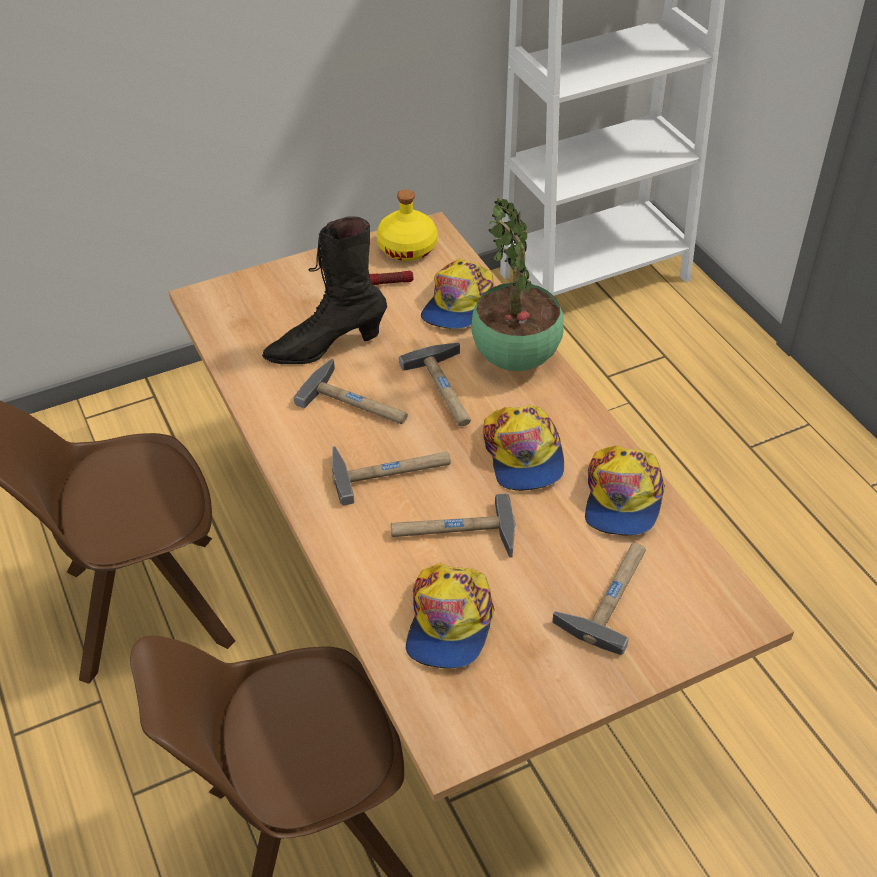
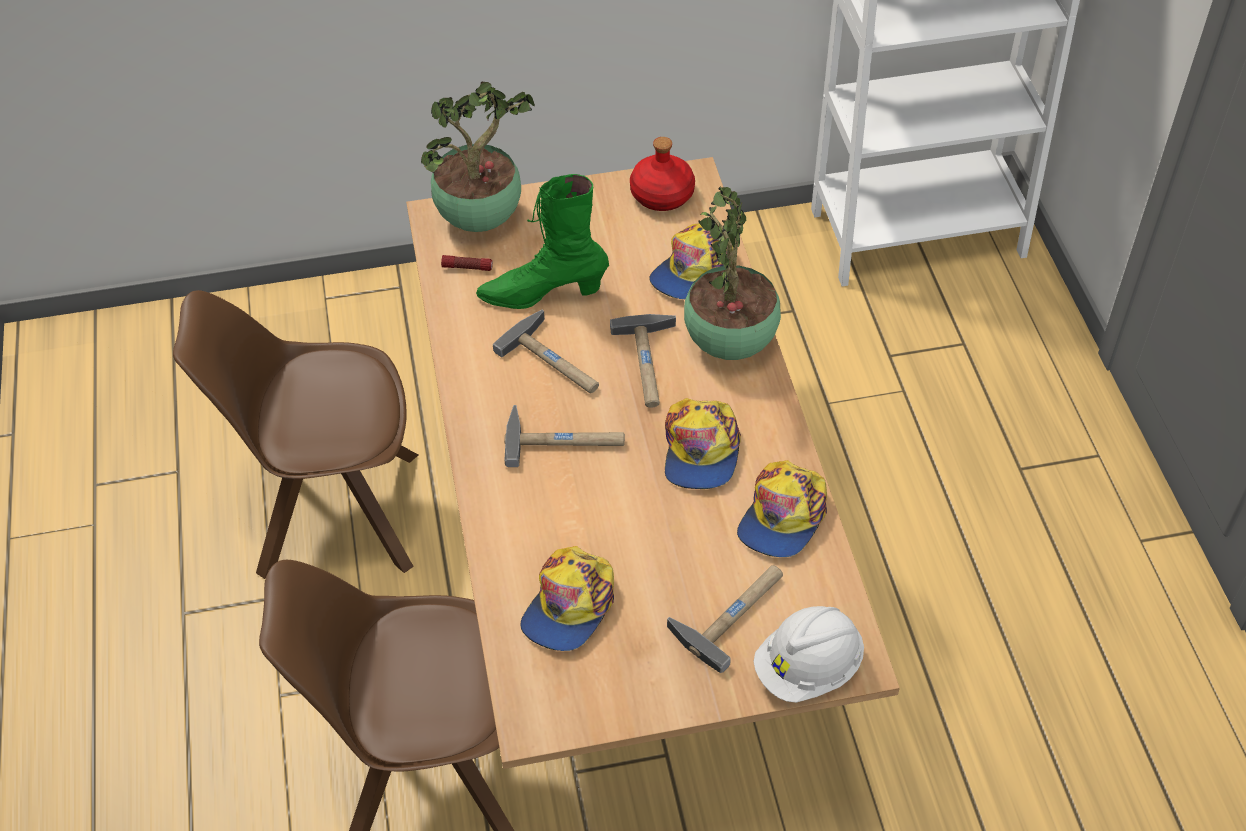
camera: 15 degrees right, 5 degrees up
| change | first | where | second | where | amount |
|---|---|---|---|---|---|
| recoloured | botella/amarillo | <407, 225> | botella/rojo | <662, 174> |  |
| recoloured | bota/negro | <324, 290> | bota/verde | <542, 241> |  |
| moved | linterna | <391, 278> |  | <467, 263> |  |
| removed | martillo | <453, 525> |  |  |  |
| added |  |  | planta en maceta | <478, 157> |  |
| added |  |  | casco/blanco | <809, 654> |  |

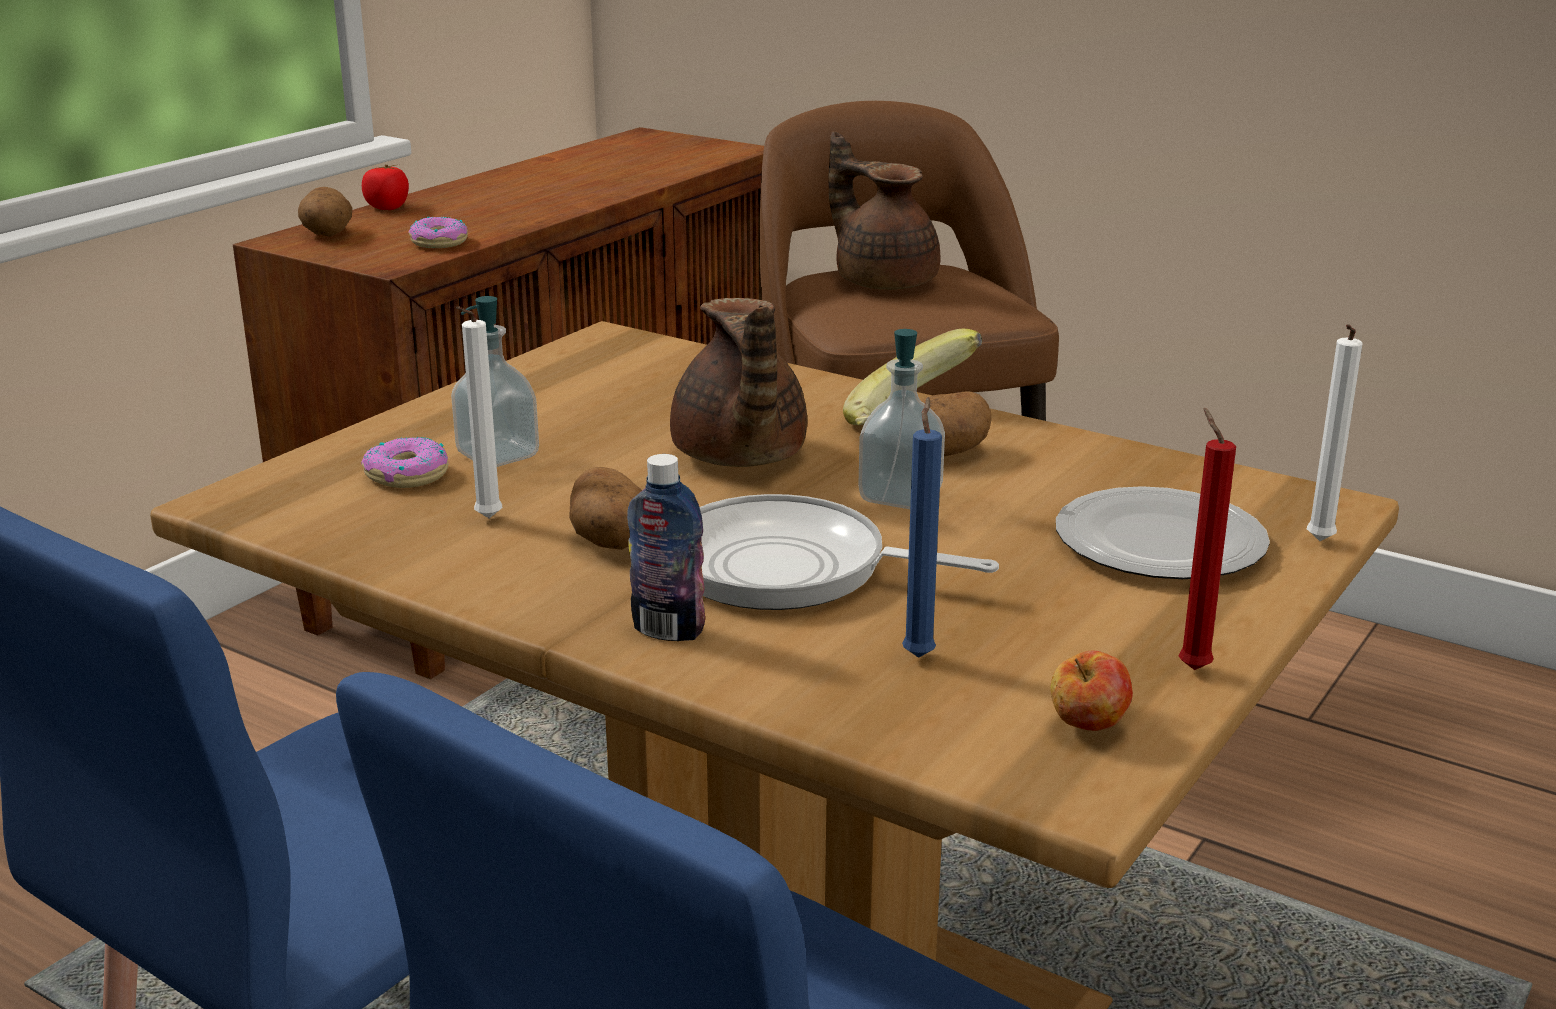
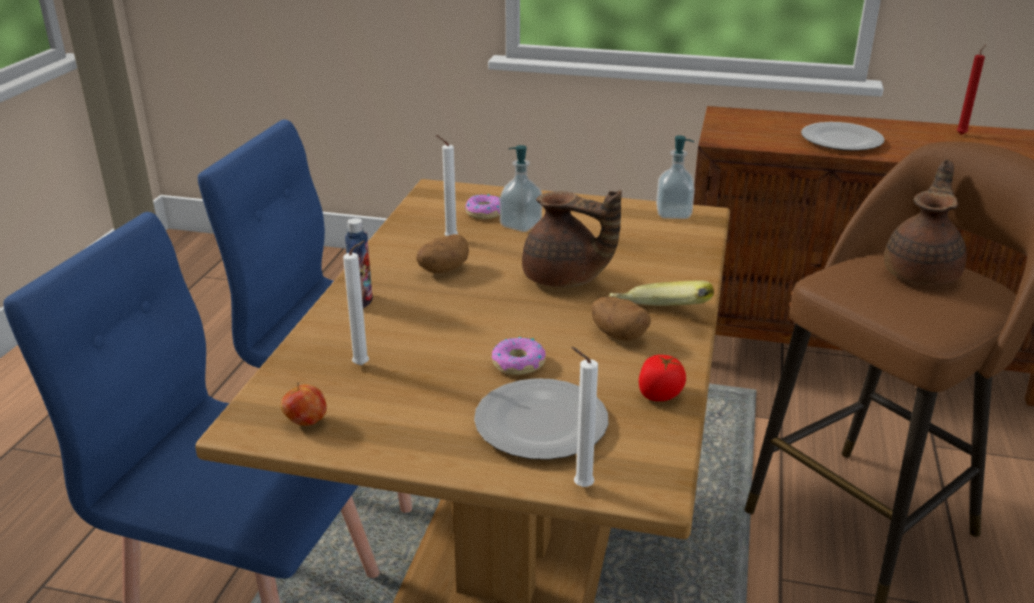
camera: 70 degrees right, 5 degrees up
| change | first | where | second | where | amount |
|---|---|---|---|---|---|
| moved | tomate | <385, 187> |  | <662, 378> |  |
| removed | patata | <325, 212> |  |  |  |
| moved | rosquilla | <438, 232> |  | <519, 356> |  |
| turned | tetera/marrón | <738, 382> |  | <572, 239> | 120 degrees counterclockwise |
| moved | dispensador de jabón | <901, 419> |  | <675, 177> |  |
| recoloured | vela/azul | <922, 527> | vela/blanco | <356, 303> |  |
| moved | vela/rojo | <1207, 539> |  | <971, 90> |  |
| removed | sartén | <849, 552> |  |  |  |
| added |  |  | plato | <842, 136> |  |

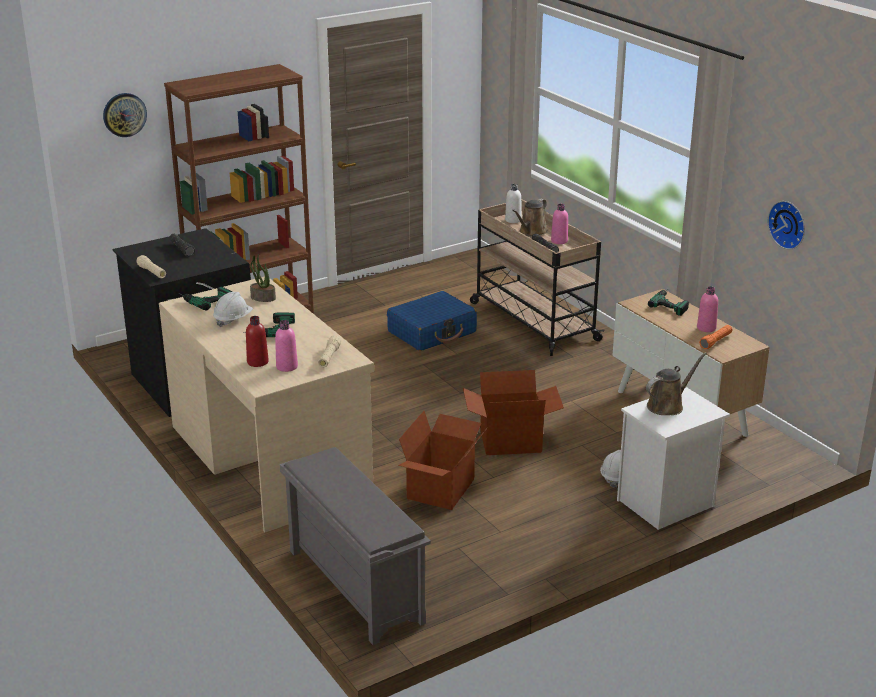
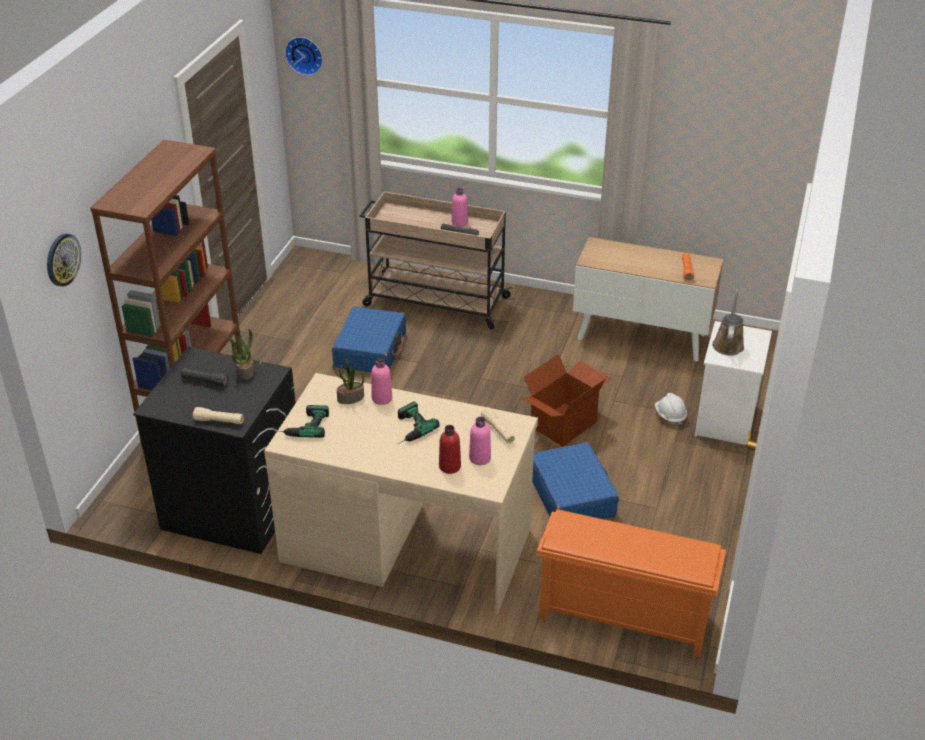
camera: 40 degrees left, 10 degrees up
| change | first | where | second | where | amount |
|---|---|---|---|---|---|
| removed | botella/blanco | <513, 203> |  |  |  |
| removed | regadera/marrón | <530, 217> |  |  |  |
| moved | reloj de pared | <786, 225> |  | <304, 56> |  |
| moved | botella/rosa | <707, 309> |  | <381, 381> |  |
| removed | taladro | <668, 302> |  |  |  |
| removed | casco/blanco | <233, 309> |  |  |  |
| replaced | caja de cartón | <443, 460> | maleta/azul | <575, 480> |  |
| recoloured | zapatero/gris | <355, 546> | zapatero/naranja | <631, 583> |  |
| added |  |  | planta en maceta | <240, 354> |  |

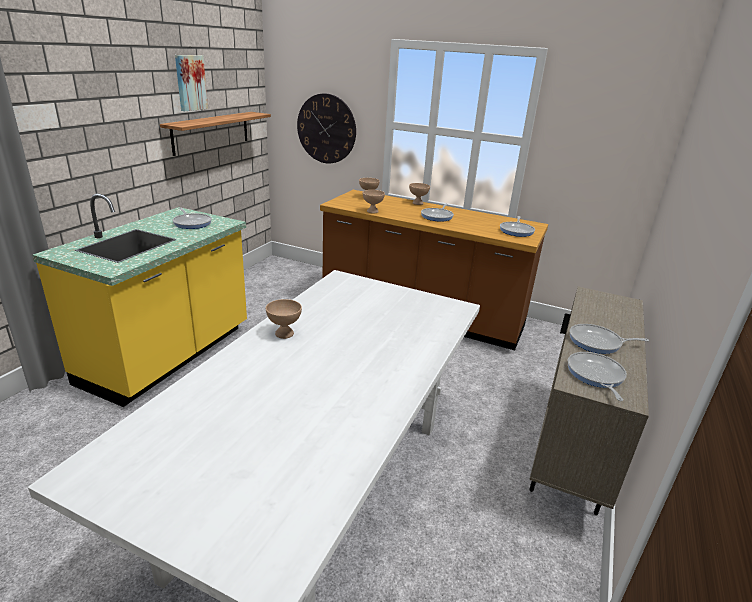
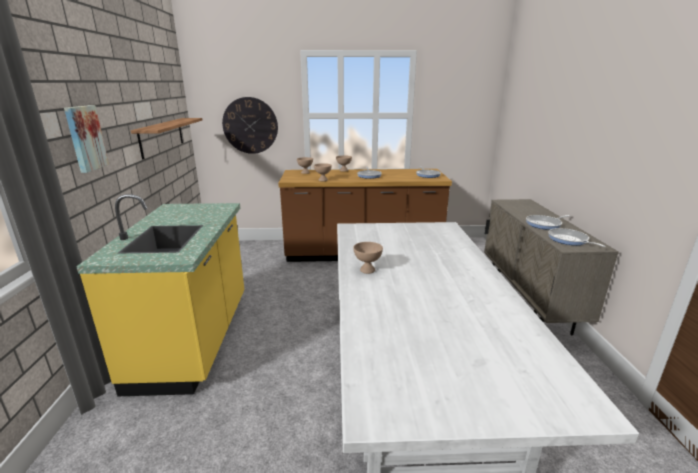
camera: 25 degrees left, 5 degrees down
| change | first | where | second | where | amount |
|---|---|---|---|---|---|
| moved | cuadro | <191, 83> |  | <86, 139> |  |
| removed | sartén | <192, 218> |  |  |  |

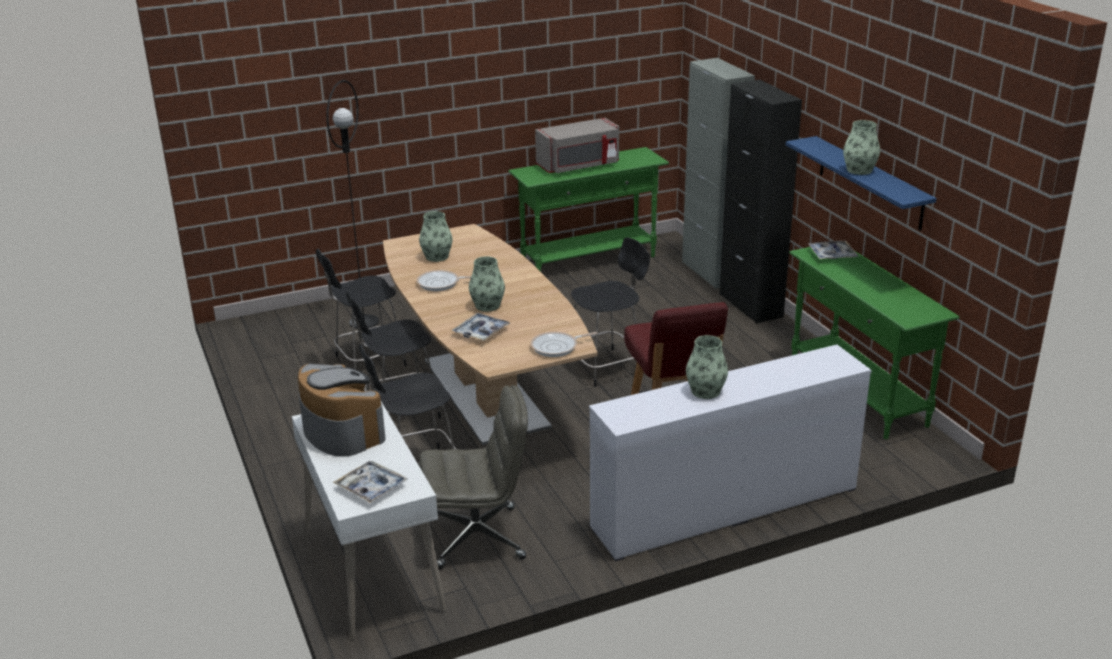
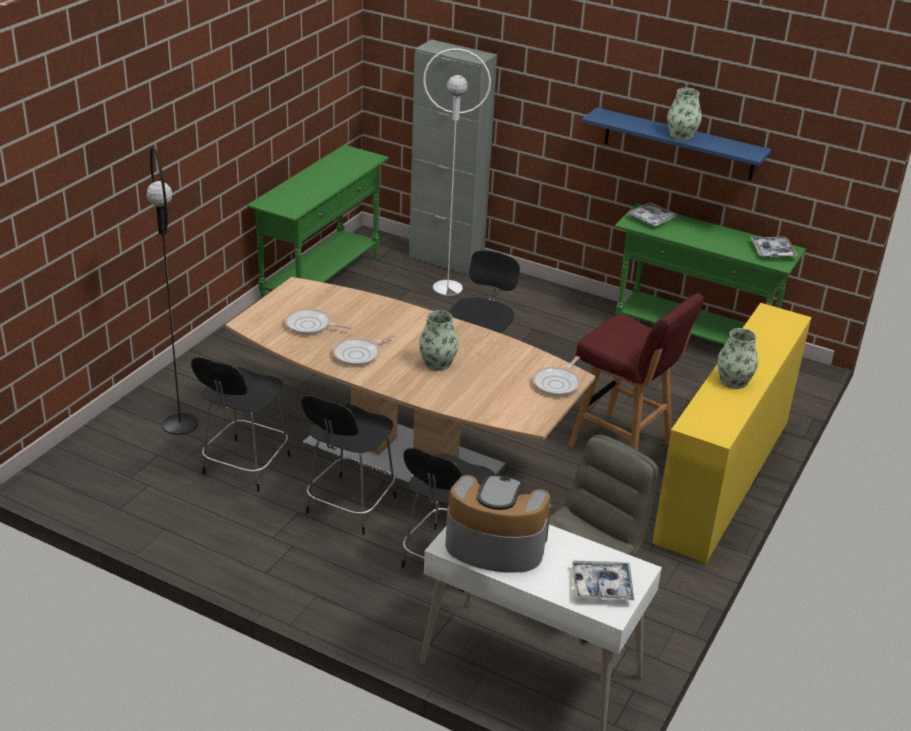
camera: 40 degrees left, 5 degrees up
| change | first | where | second | where | amount |
|---|---|---|---|---|---|
| removed | armario/negro | <760, 202> |  |  |  |
| removed | microondas/gris | <577, 145> |  |  |  |
| replaced | florero | <435, 236> | sartén | <318, 321> |  |
| moved | bandeja | <481, 327> |  | <774, 247> |  |
| recoloured | cómoda/blanco | <730, 453> | cómoda/amarillo | <732, 434> |  |
| added |  |  | lámpara de pie/blanco | <457, 172> |  |

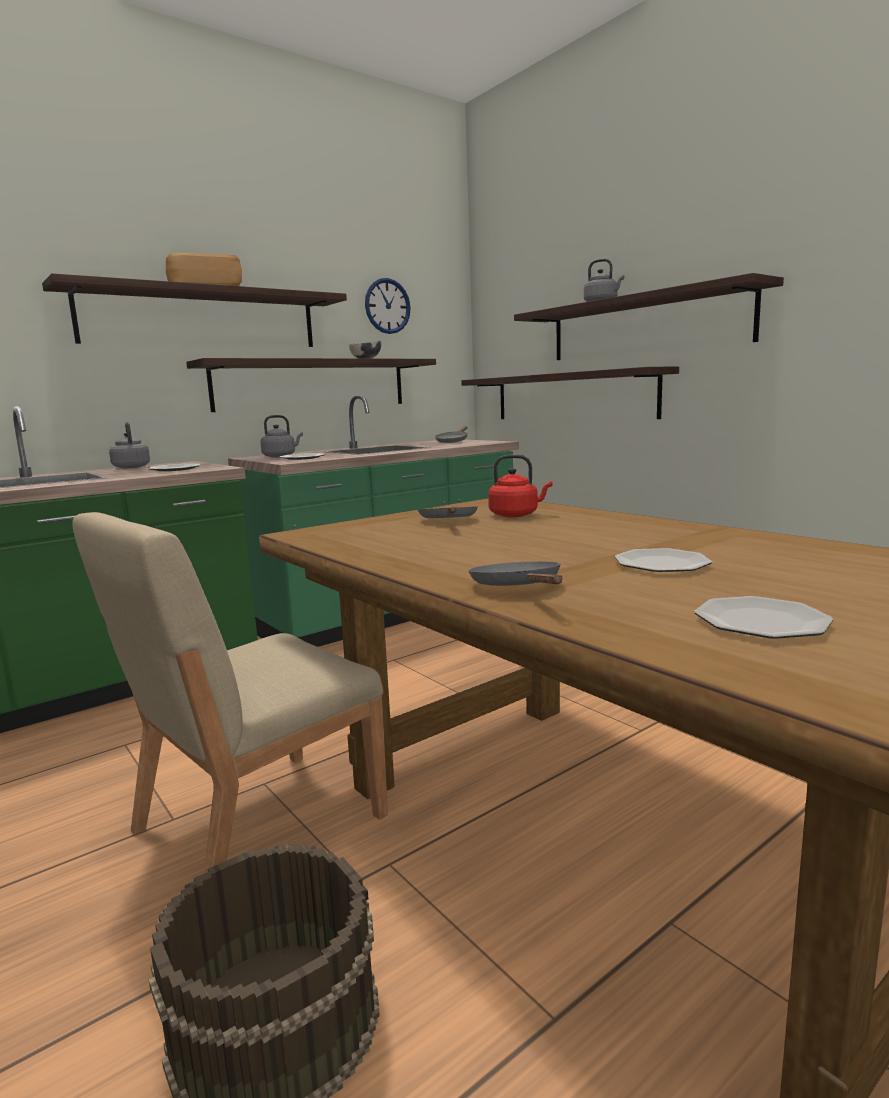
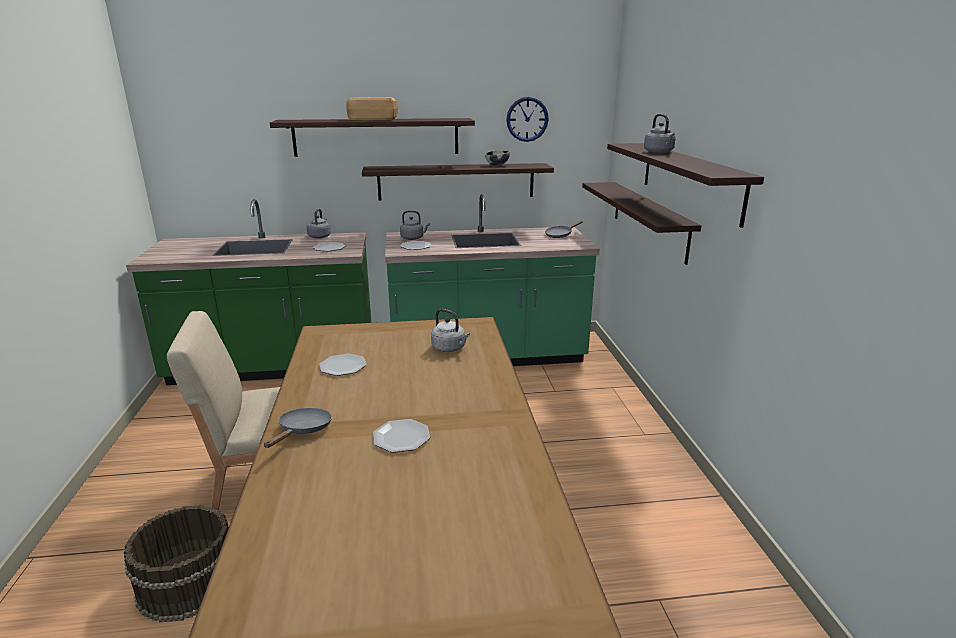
camera: 30 degrees right, 10 degrees up
| change | first | where | second | where | amount |
|---|---|---|---|---|---|
| recoloured | hervidor/rojo | <520, 485> | hervidor/gris | <450, 330> |  |
| removed | sartén/gris | <447, 512> |  |  |  |
| moved | plato | <764, 617> |  | <343, 365> |  |

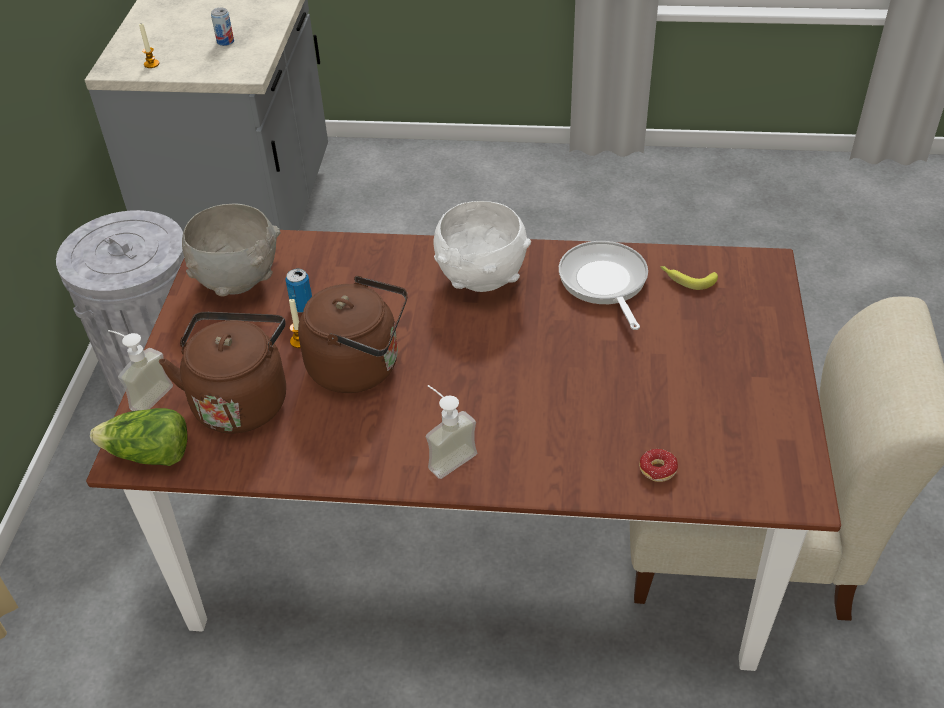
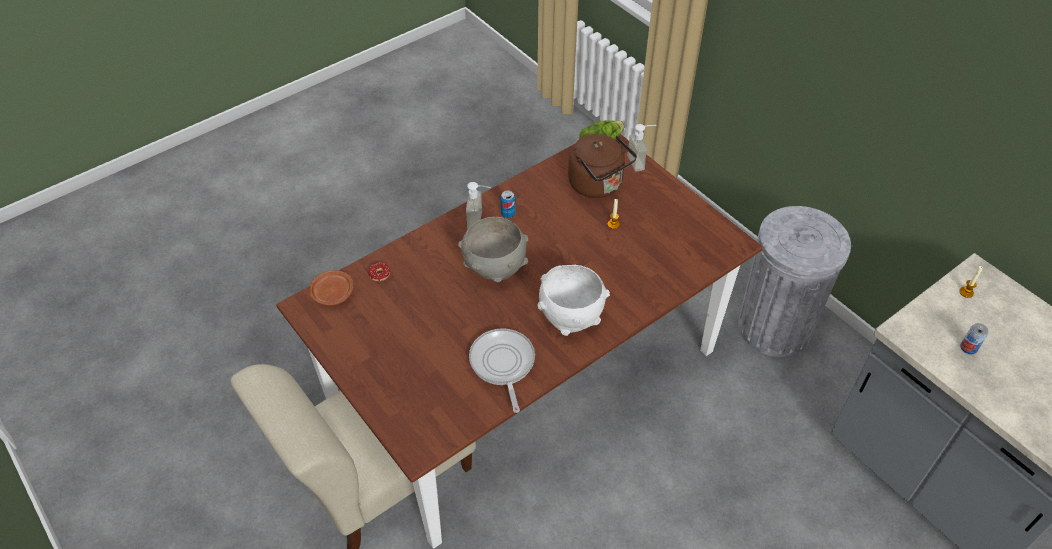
camera: 135 degrees right, 5 degrees up
| change | first | where | second | where | amount |
|---|---|---|---|---|---|
| moved | cuenco/gris | <231, 250> |  | <493, 249> |  |
| turned | sartén | <603, 285> |  | <502, 370> | 135 degrees counterclockwise |
| removed | plátano | <689, 278> |  |  |  |
| moved | lata | <298, 291> |  | <508, 204> |  |
| removed | hervidor/marrón | <353, 334> |  |  |  |
| added |  |  | plato/marrón | <331, 288> |  |

